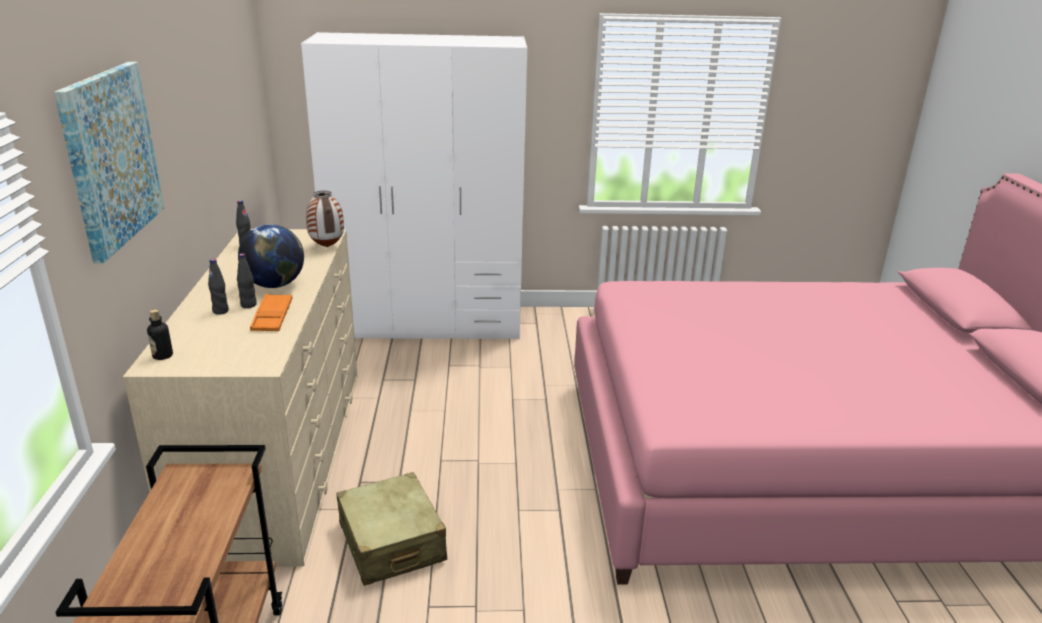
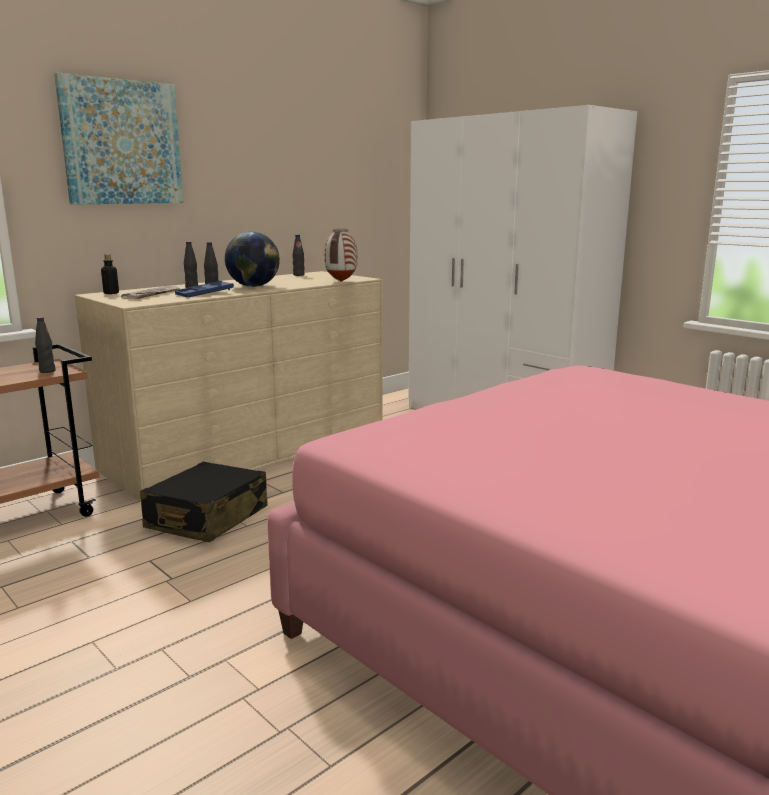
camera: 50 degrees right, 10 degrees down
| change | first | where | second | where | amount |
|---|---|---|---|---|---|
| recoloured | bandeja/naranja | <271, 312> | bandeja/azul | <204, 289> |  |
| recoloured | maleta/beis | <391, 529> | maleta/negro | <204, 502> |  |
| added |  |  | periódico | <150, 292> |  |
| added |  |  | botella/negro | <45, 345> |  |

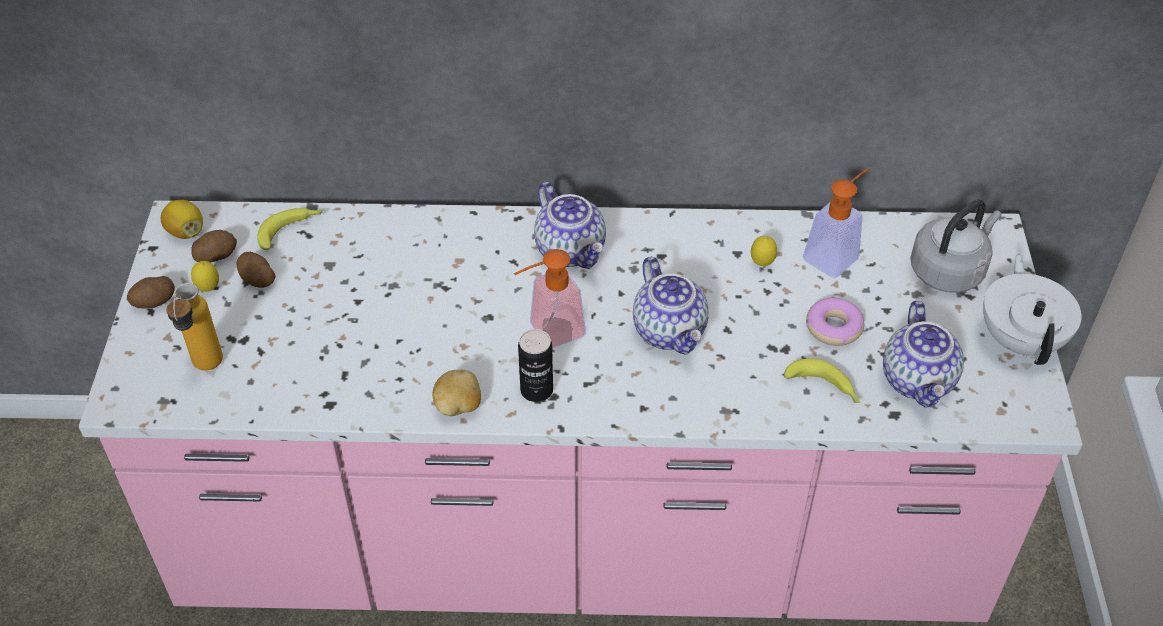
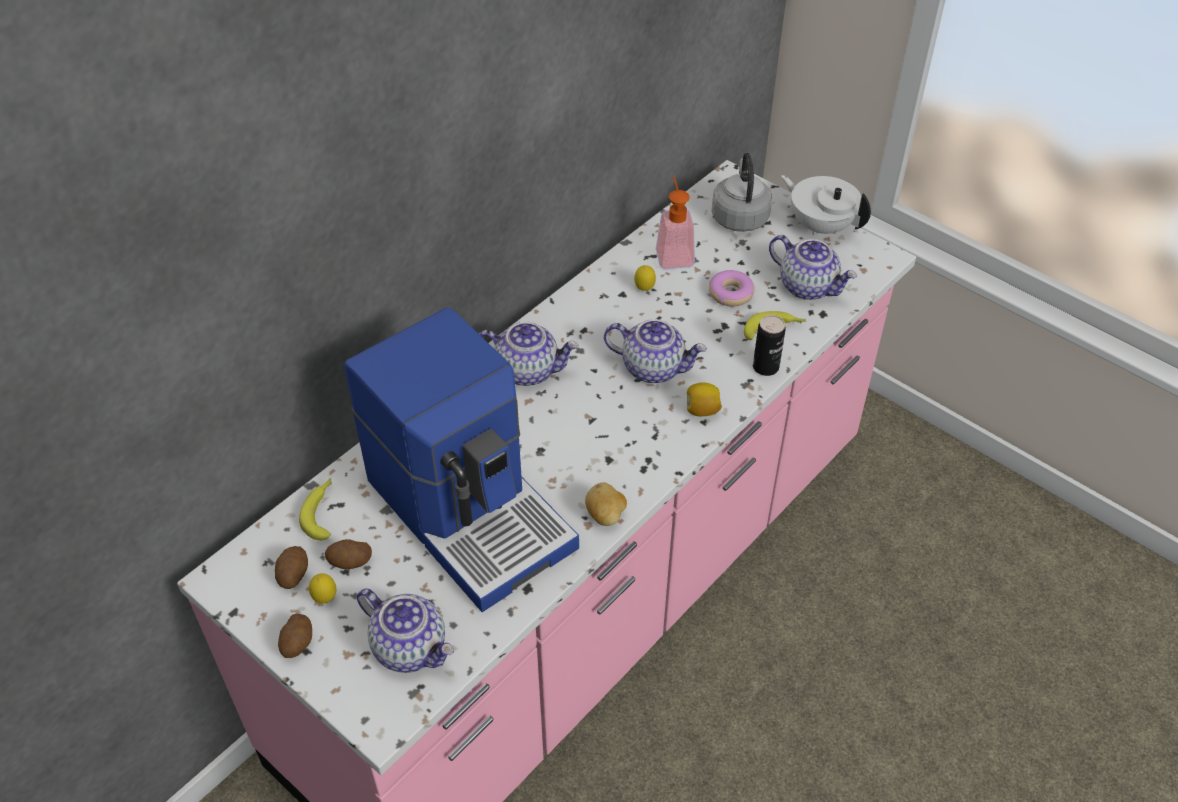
camera: 50 degrees left, 0 degrees up
| change | first | where | second | where | amount |
|---|---|---|---|---|---|
| moved | limón | <182, 219> |  | <704, 399> |  |
| removed | dispensador de jabón | <550, 298> |  |  |  |
| replaced | botella | <194, 327> | tetera | <405, 631> |  |
| moved | lata | <535, 365> |  | <769, 345> |  |
| added |  |  | cafetera | <461, 460> |  |

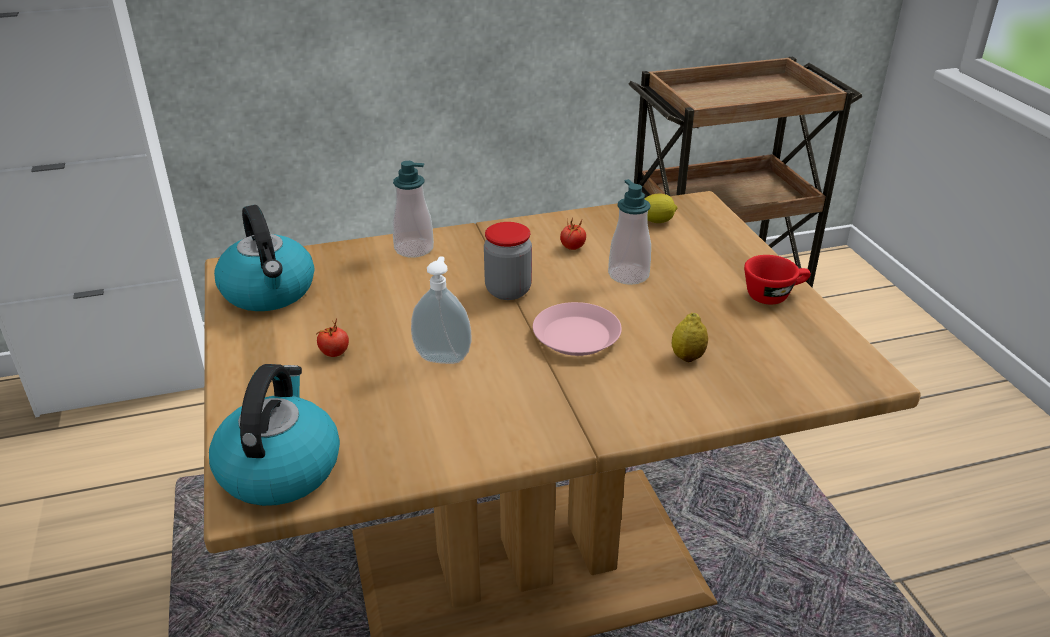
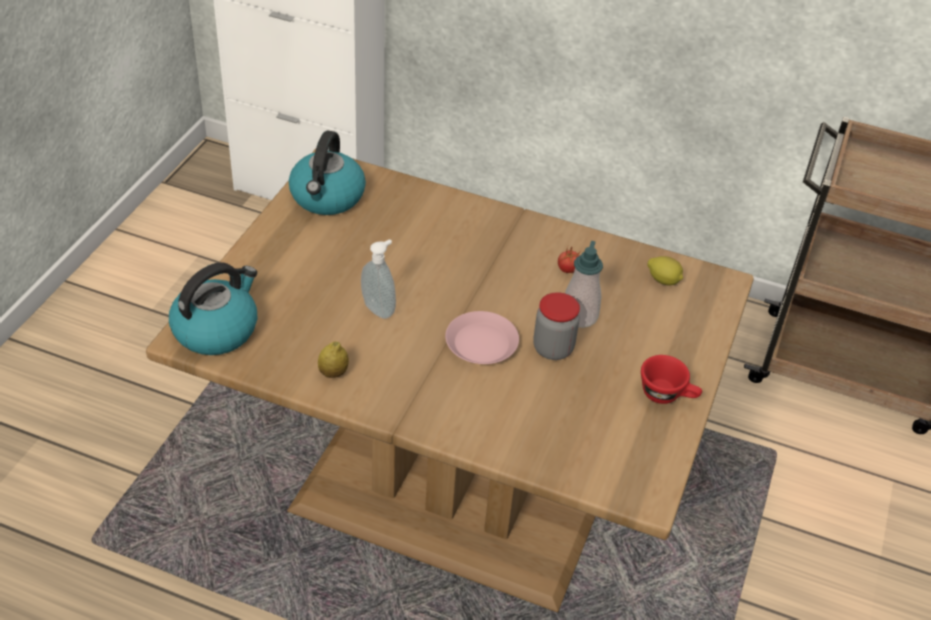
camera: 35 degrees right, 10 degrees up
| change | first | where | second | where | amount |
|---|---|---|---|---|---|
| removed | dispensador de jabón | <413, 209> |  |  |  |
| moved | tarro | <508, 261> |  | <556, 326> |  |
| moved | limón | <690, 337> |  | <333, 359> |  |
| removed | tomate | <332, 337> |  |  |  |

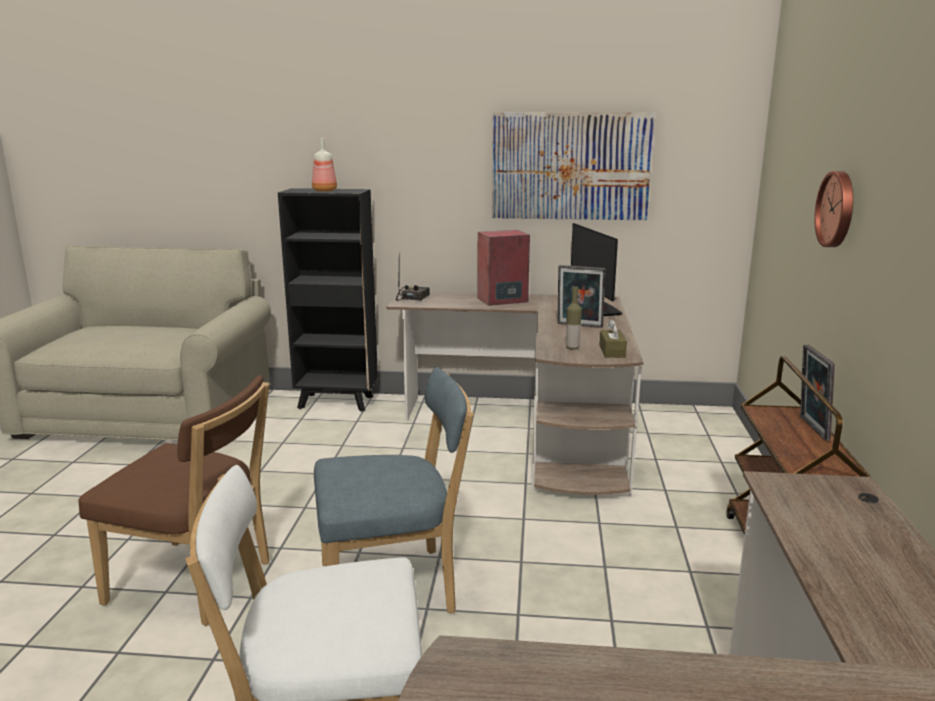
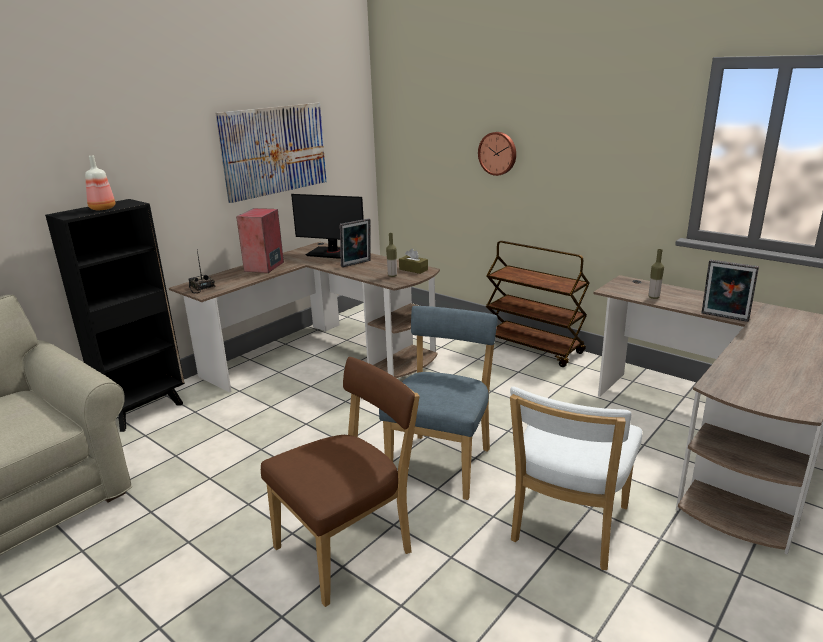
camera: 55 degrees left, 5 degrees up
| change | first | where | second | where | amount |
|---|---|---|---|---|---|
| moved | portarretratos | <817, 393> |  | <730, 291> |  |
| added |  |  | botella | <656, 274> |  |

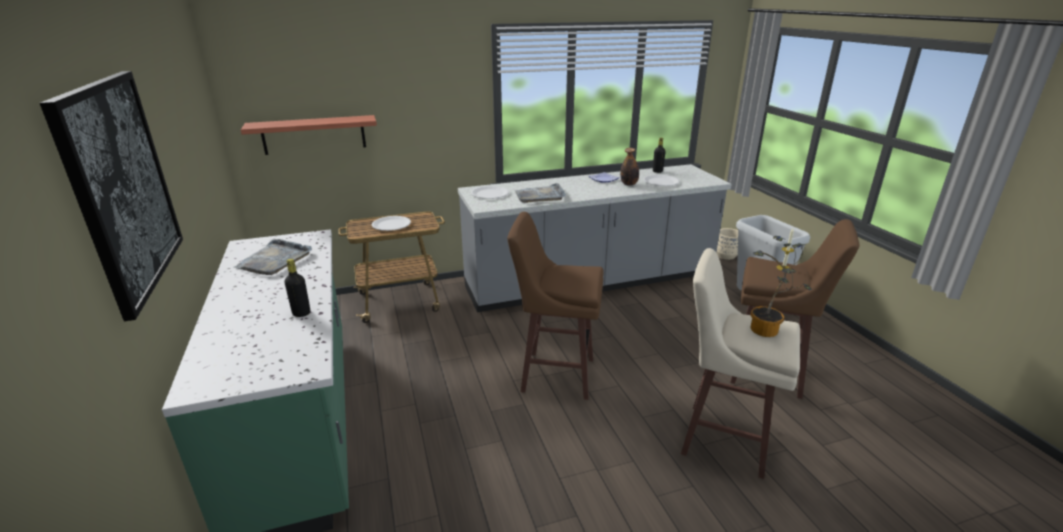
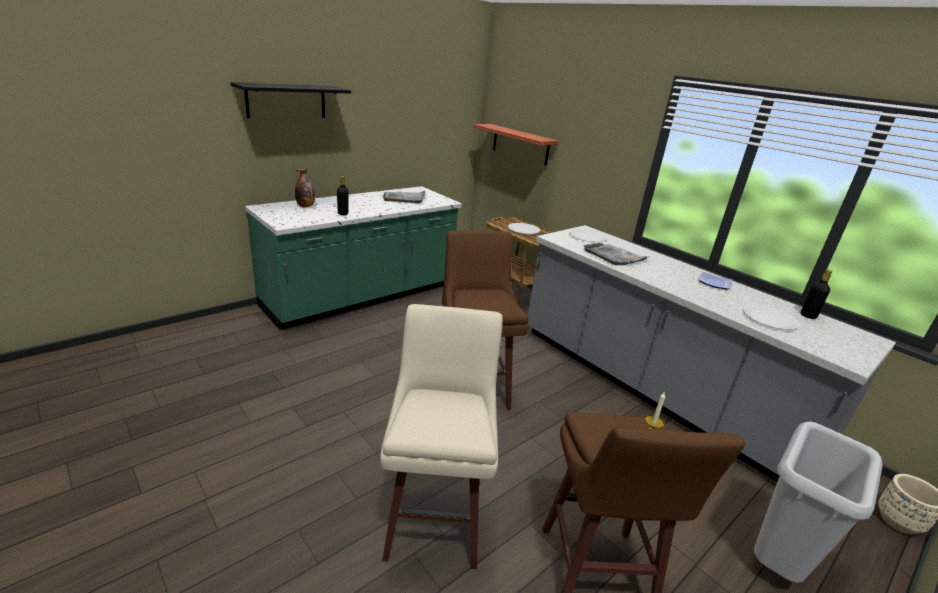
camera: 65 degrees right, 0 degrees up
| change | first | where | second | where | amount |
|---|---|---|---|---|---|
| replaced | cuadro | <111, 196> | estante/negro | <290, 100> |  |
| moved | botella | <629, 167> |  | <305, 187> |  |
| removed | planta en maceta | <781, 286> |  |  |  |

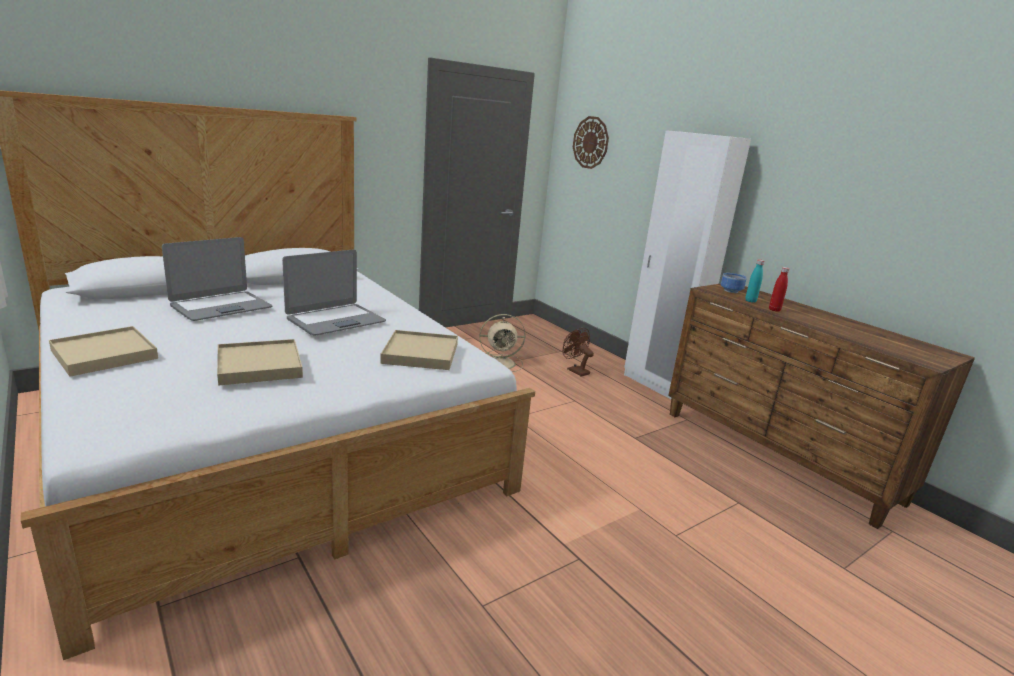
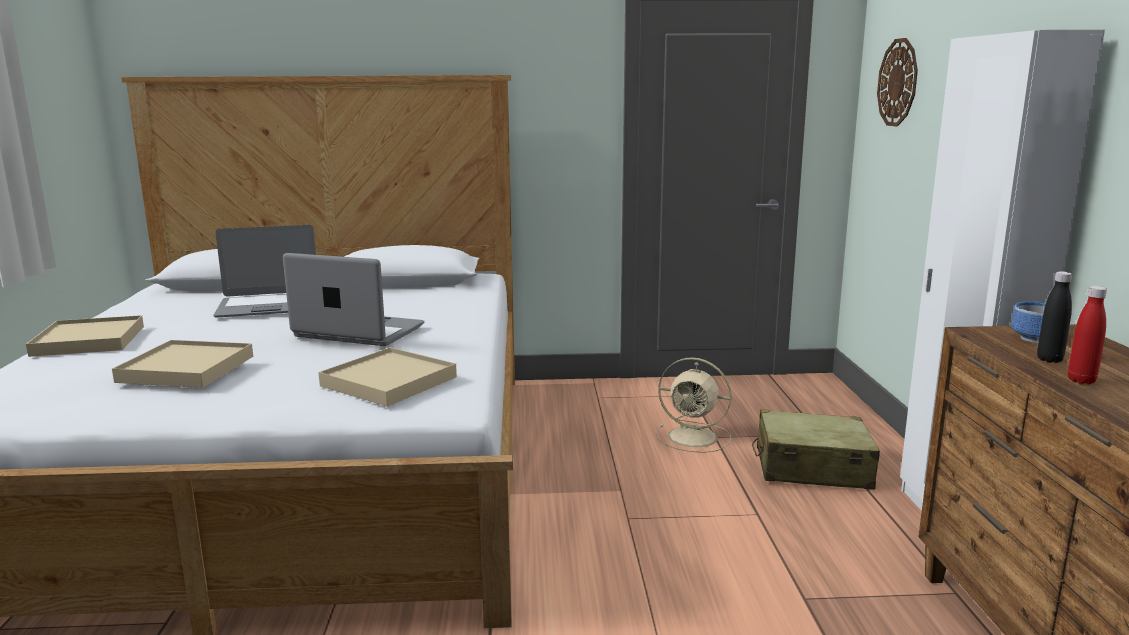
camera: 35 degrees right, 5 degrees down
| change | first | where | second | where | amount |
|---|---|---|---|---|---|
| turned | portátil | <334, 293> |  | <353, 299> | 150 degrees counterclockwise |
| recoloured | botella/turquesa | <754, 281> | botella/negro | <1054, 317> |  |
| replaced | ventilador/marrón | <578, 352> | maleta/beis | <816, 449> |  |

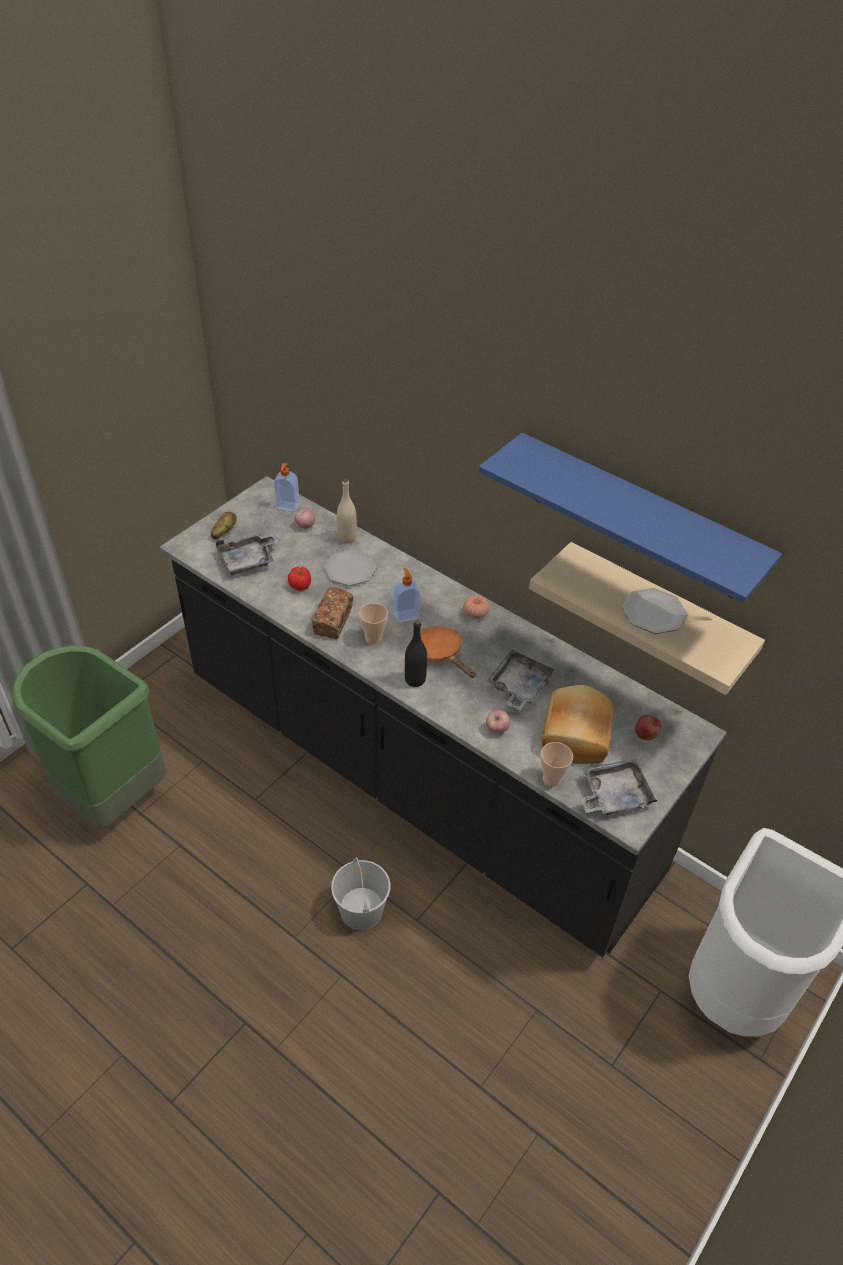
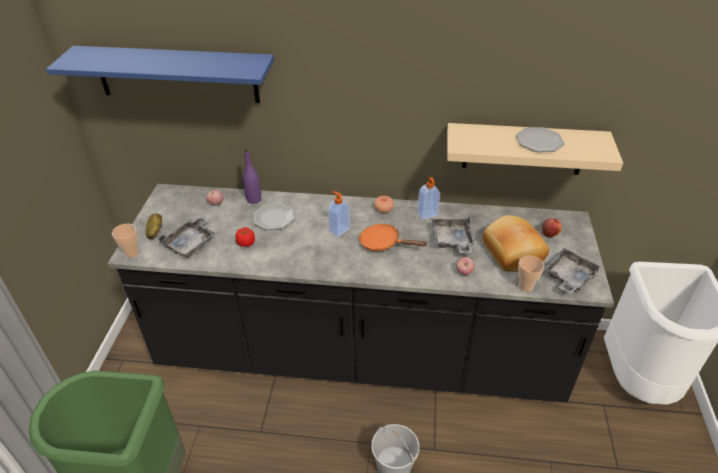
camera: 30 degrees left, 5 degrees down
| change | first | where | second | where | amount |
|---|---|---|---|---|---|
| moved | estante/azul | <630, 518> |  | <160, 74> |  |
| moved | dispensador de jabón | <287, 487> |  | <428, 198> |  |
| recoloured | botella/beis | <347, 511> | botella/morado | <252, 176> |  |
| removed | pan | <332, 613> |  |  |  |
| moved | taza | <373, 623> |  | <125, 241> |  |
| removed | botella/negro | <416, 653> |  |  |  |

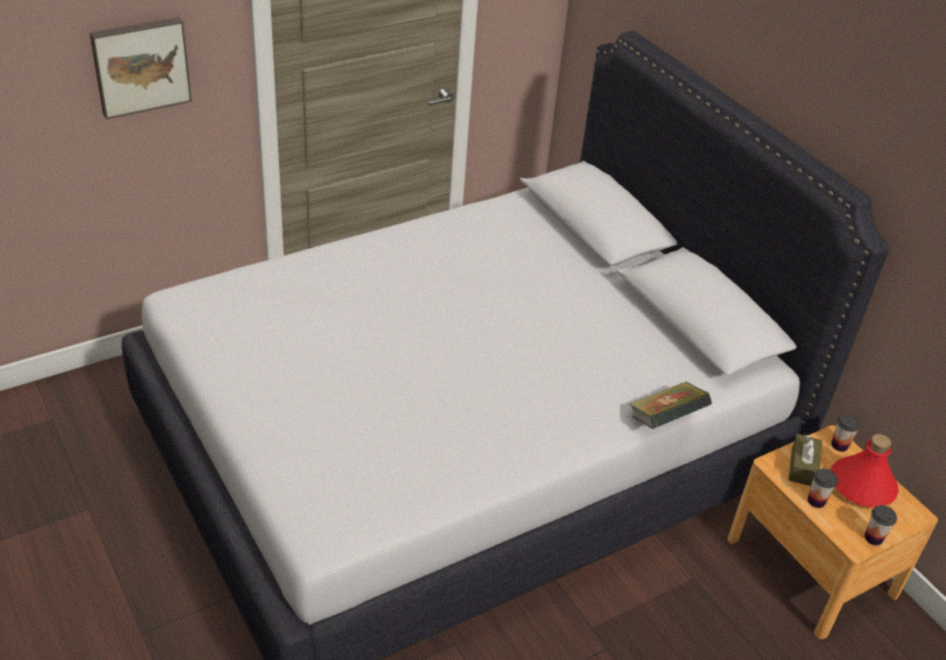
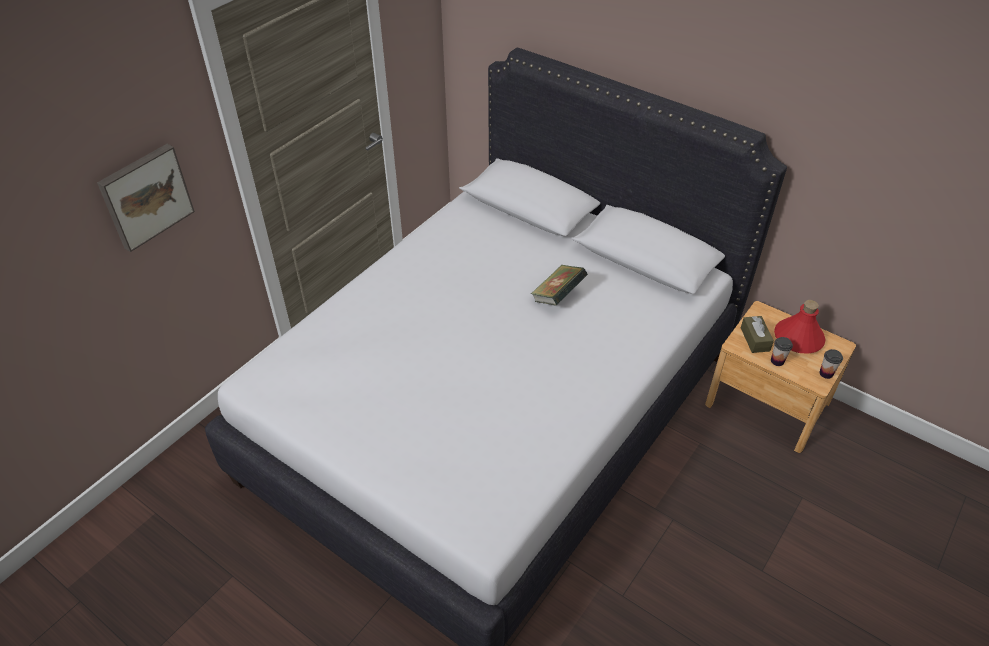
camera: 20 degrees left, 5 degrees up
| change | first | where | second | where | amount |
|---|---|---|---|---|---|
| moved | libro | <670, 405> |  | <559, 285> |  |
| removed | taza | <845, 433> |  |  |  |

